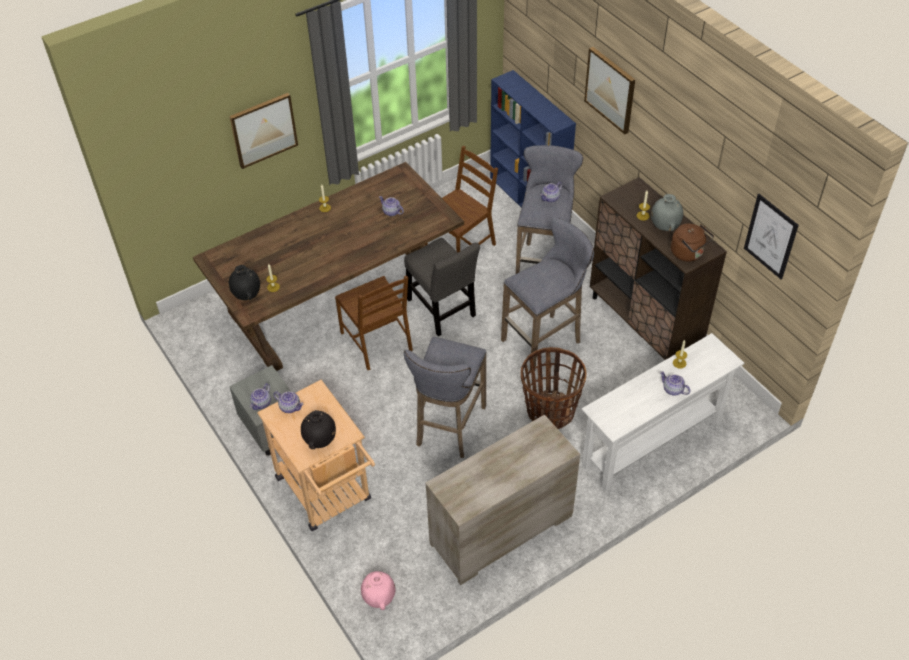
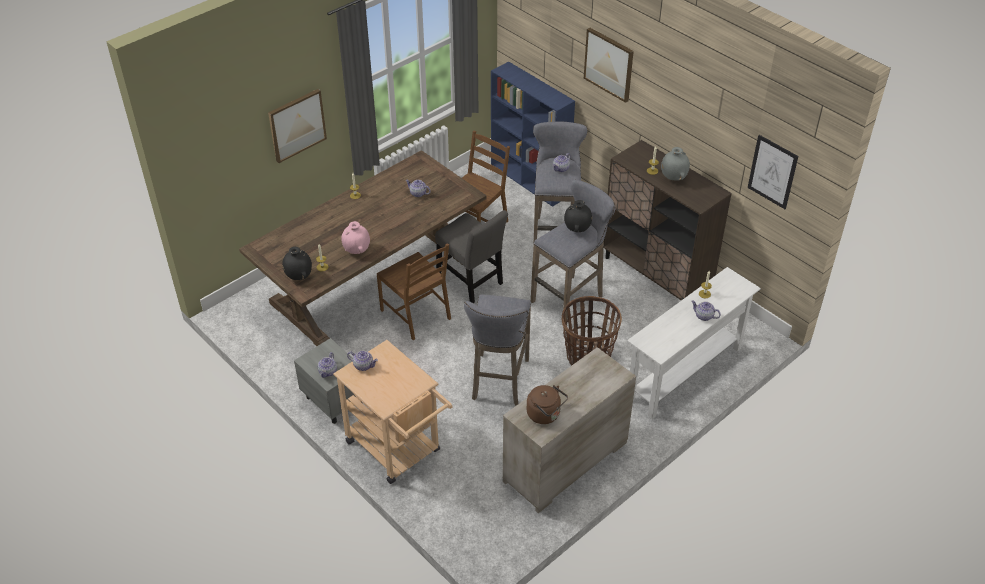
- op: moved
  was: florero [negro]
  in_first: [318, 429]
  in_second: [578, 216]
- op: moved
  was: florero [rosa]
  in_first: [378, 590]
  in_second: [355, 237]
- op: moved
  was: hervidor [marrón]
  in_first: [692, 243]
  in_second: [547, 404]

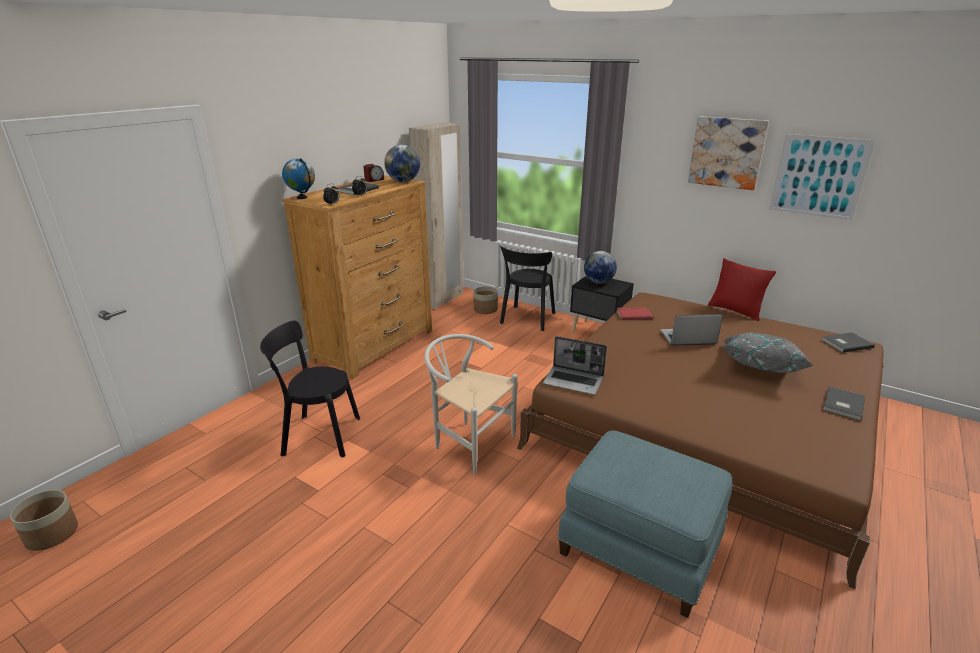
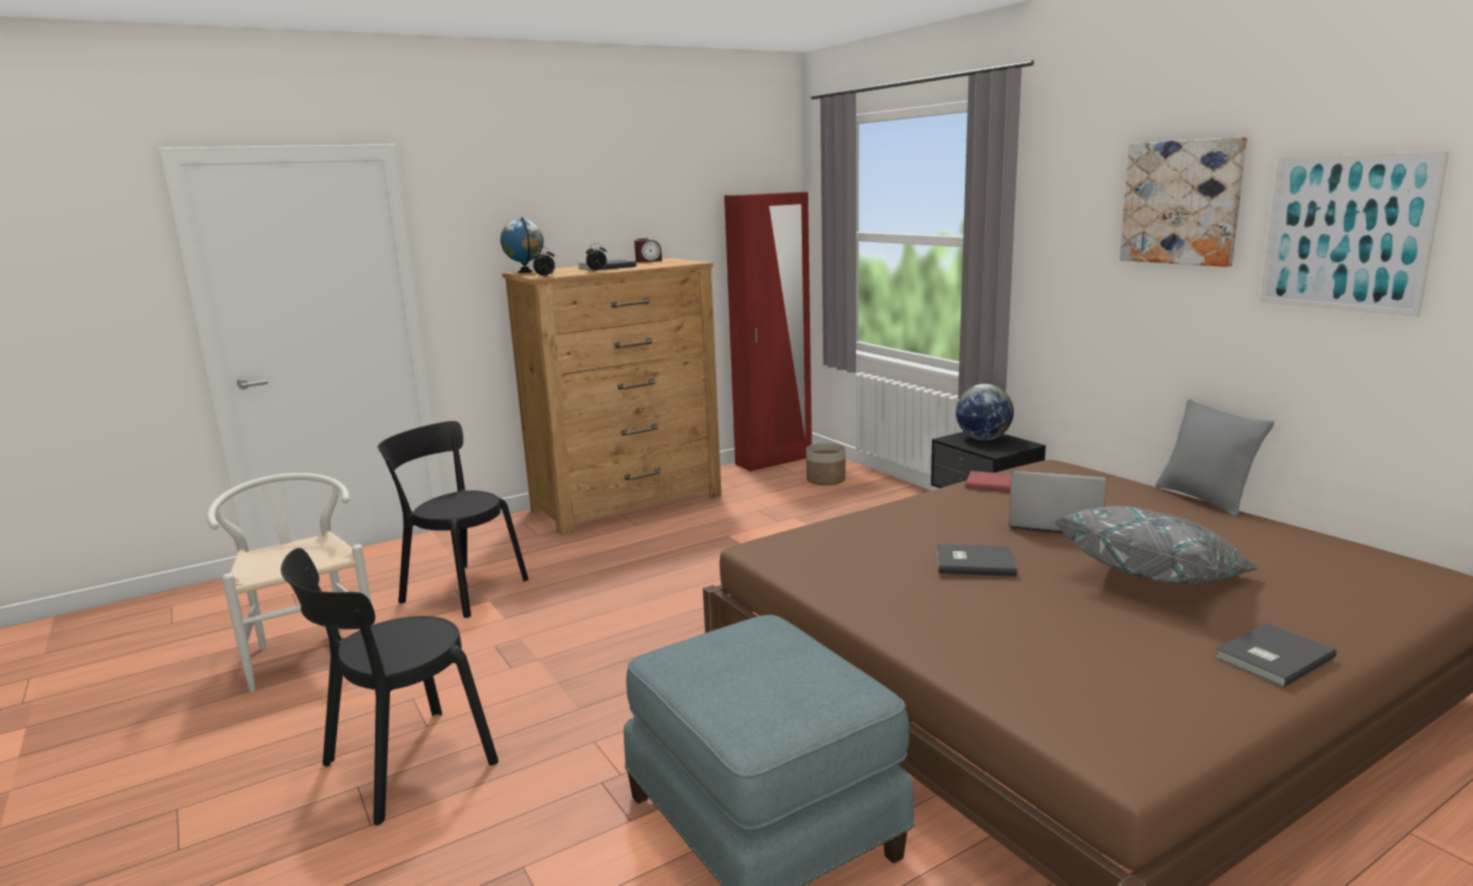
- op: removed
  was: maceta
  in_first: [44, 520]
- op: removed
  was: globo terráqueo
  in_first: [402, 163]
- op: removed
  was: portátil
  in_first: [575, 365]
- op: moved
  was: silla [blanco]
  in_first: [470, 404]
  in_second: [291, 582]
- op: moved
  was: silla [negro]
  in_first: [527, 288]
  in_second: [389, 687]
- op: moved
  was: libro [gris]
  in_first: [848, 342]
  in_second: [977, 560]
- op: recoloured
  was: armario ropero [beis]
  now: armario ropero [rojo]
  in_first: [436, 216]
  in_second: [768, 332]
- op: recoloured
  was: cojín [rojo]
  now: cojín [gris]
  in_first: [742, 289]
  in_second: [1214, 458]

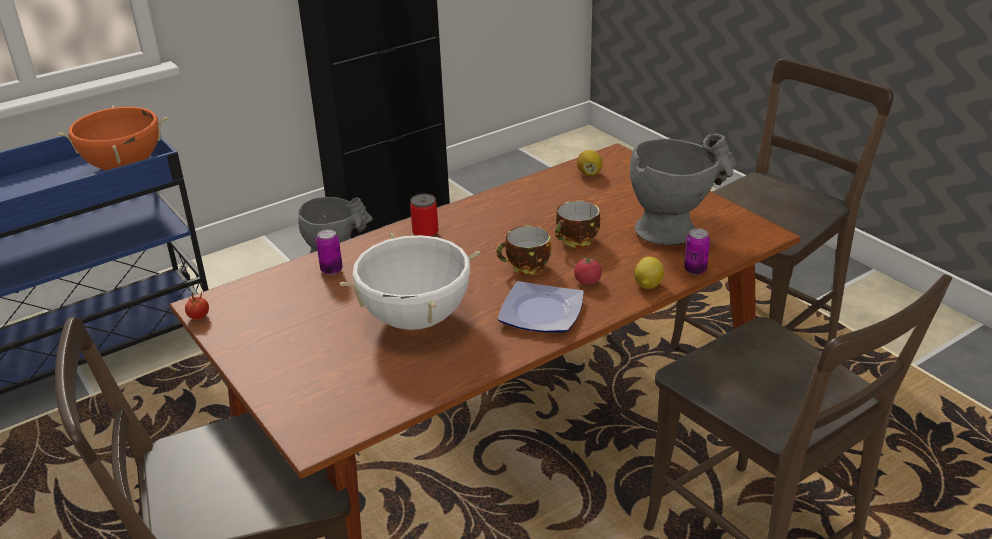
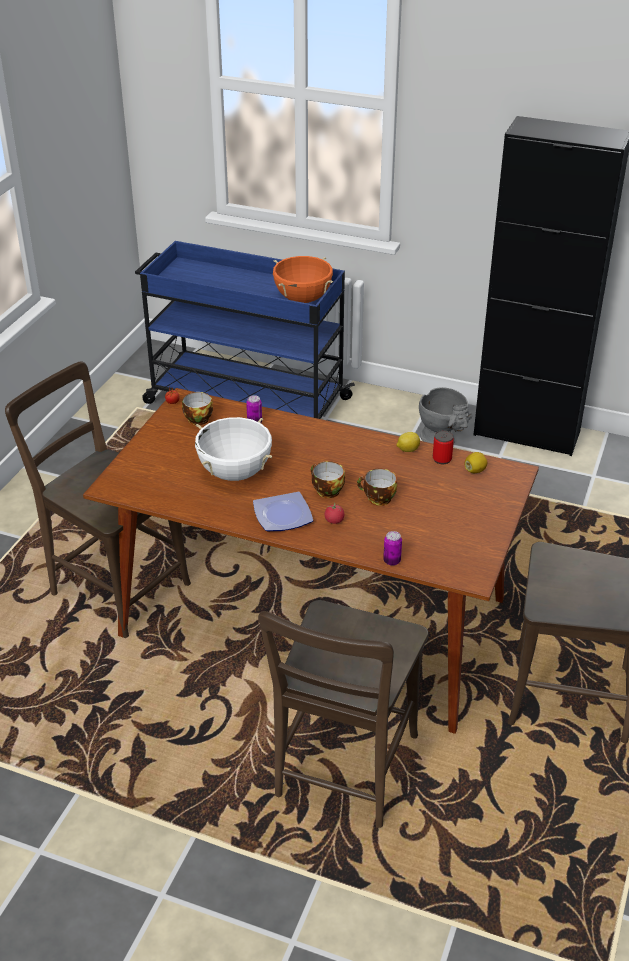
- op: removed
  was: florero [gris]
  in_first: [683, 189]
- op: added
  now: taza
  in_second: [197, 408]
- op: moved
  was: lata
  in_first: [424, 215]
  in_second: [443, 447]
- op: moved
  was: limón
  in_first: [649, 273]
  in_second: [408, 442]

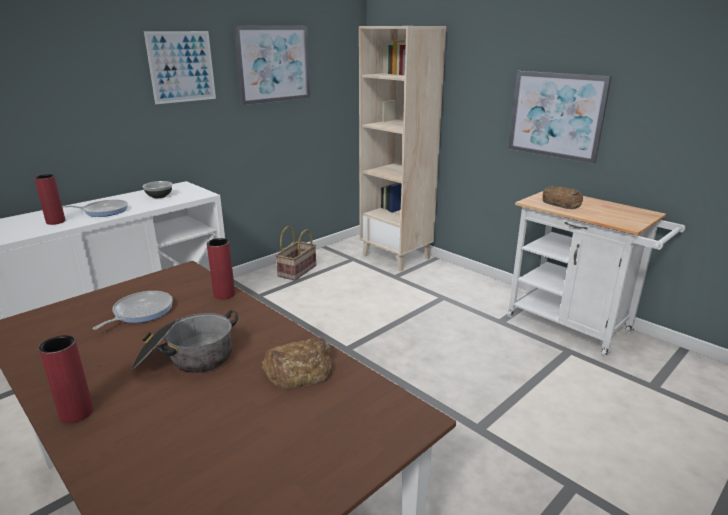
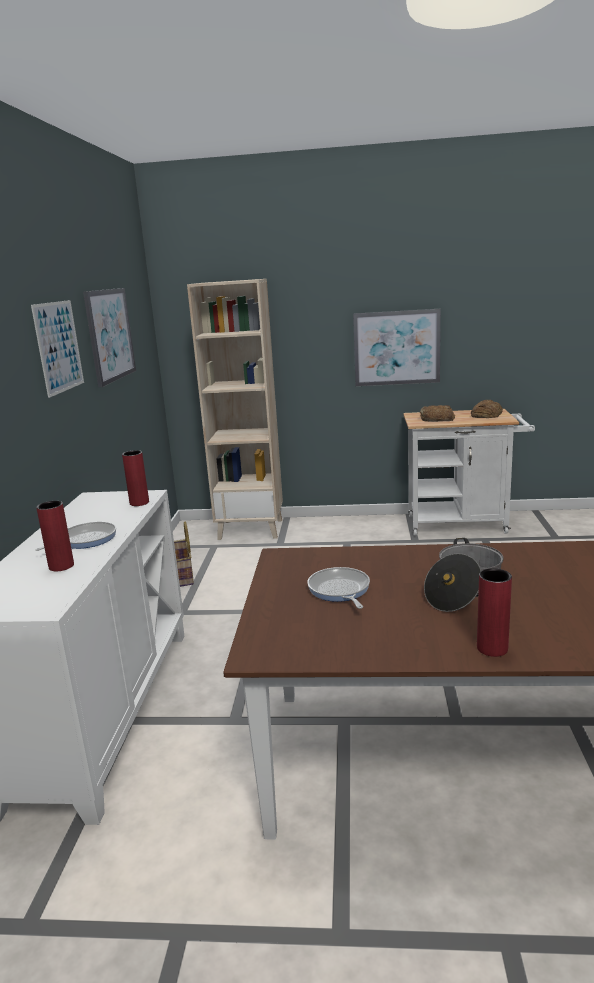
- op: removed
  was: cuenco
  in_first: [157, 189]
- op: moved
  was: florero [rojo]
  in_first: [221, 268]
  in_second: [135, 478]
- op: moved
  was: pan
  in_first: [297, 364]
  in_second: [487, 409]

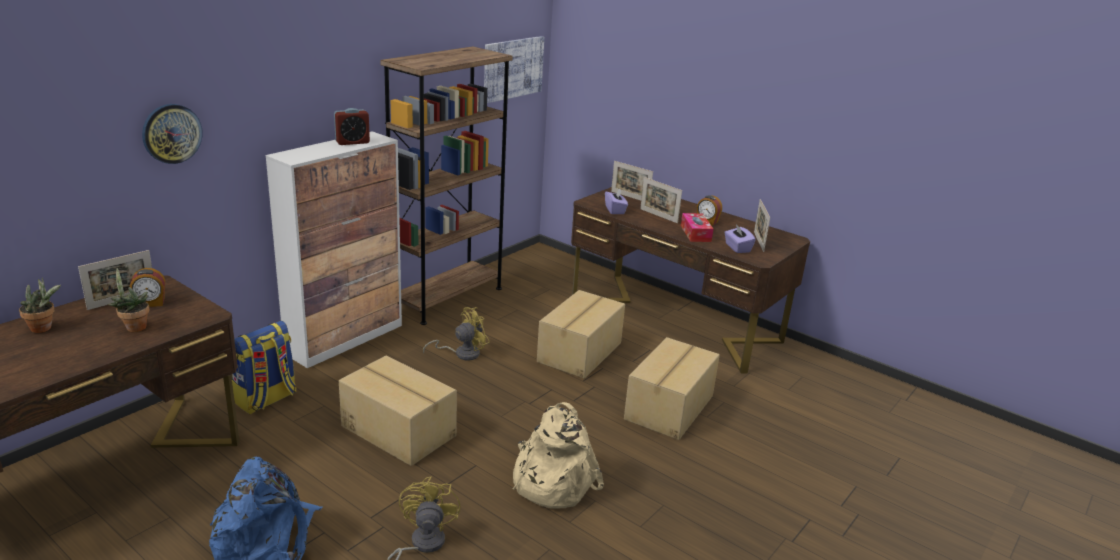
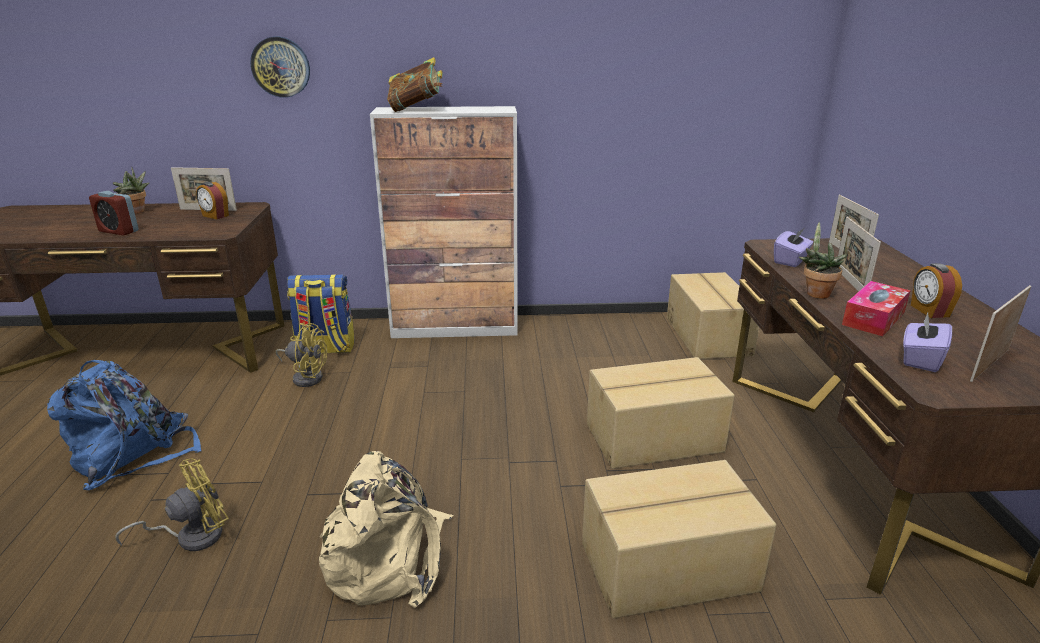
- op: removed
  was: estantería [marrón]
  in_first: [446, 185]
- op: removed
  was: cuadro
  in_first: [514, 69]
- op: added
  now: libro
  in_second: [415, 84]
- op: moved
  was: planta en maceta
  in_first: [128, 300]
  in_second: [823, 260]
- op: moved
  was: despertador
  in_first: [352, 126]
  in_second: [114, 213]
- op: moved
  was: caja de cartón
  in_first: [398, 410]
  in_second: [713, 315]
- op: moved
  was: ventilador [amarillo]
  in_first: [456, 334]
  in_second: [301, 355]

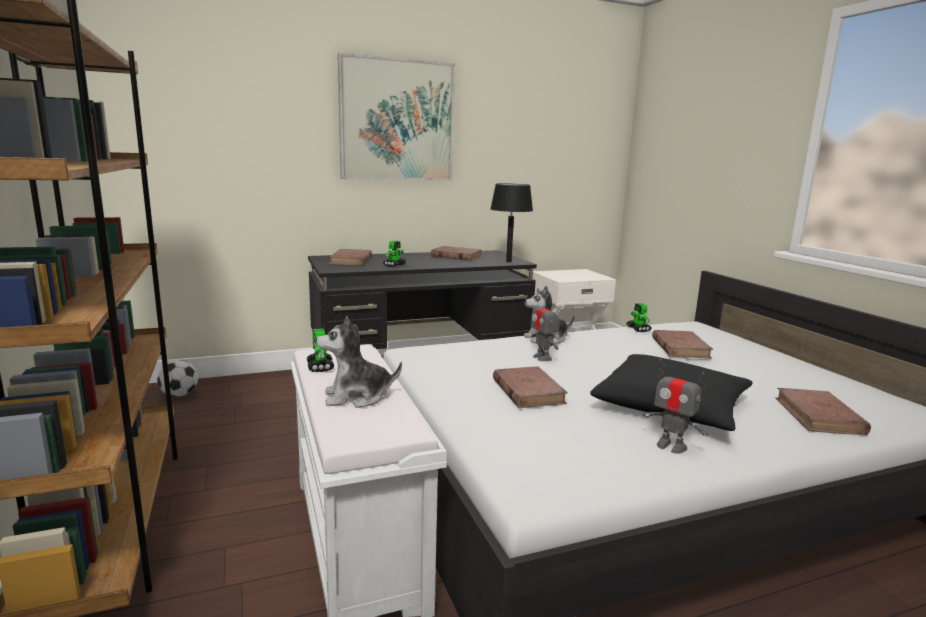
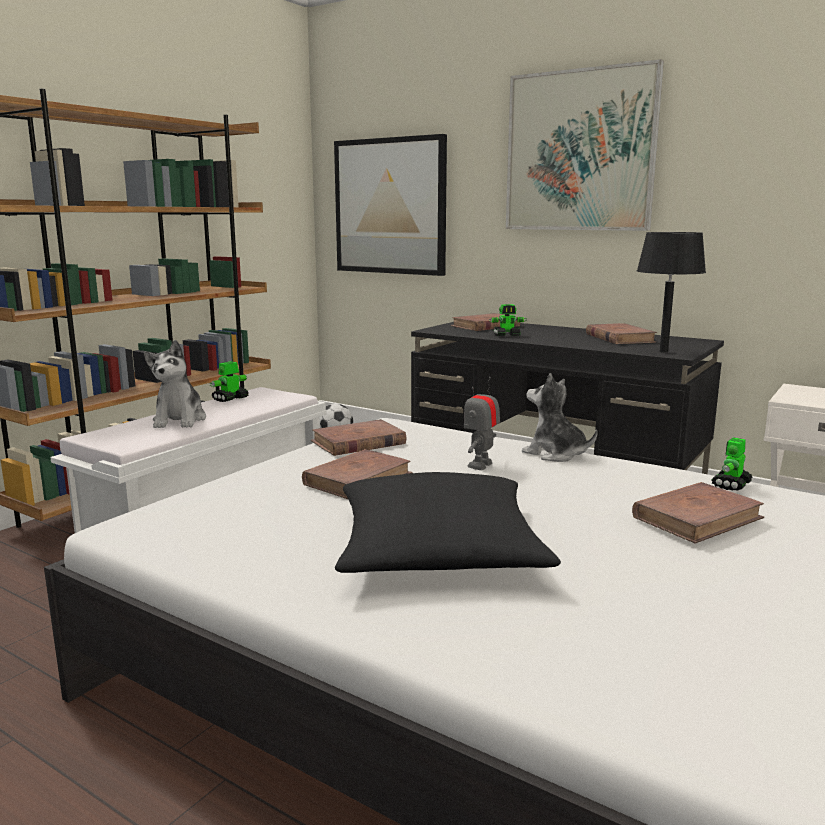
- op: removed
  was: robot de juguete
  in_first: [676, 406]
- op: added
  now: cuadro
  in_second: [390, 205]
- op: moved
  was: libro [marrón]
  in_first: [823, 411]
  in_second: [358, 437]
- op: turned
  was: peluche
  in_first: [359, 362]
  in_second: [175, 384]
  clockwise: -135

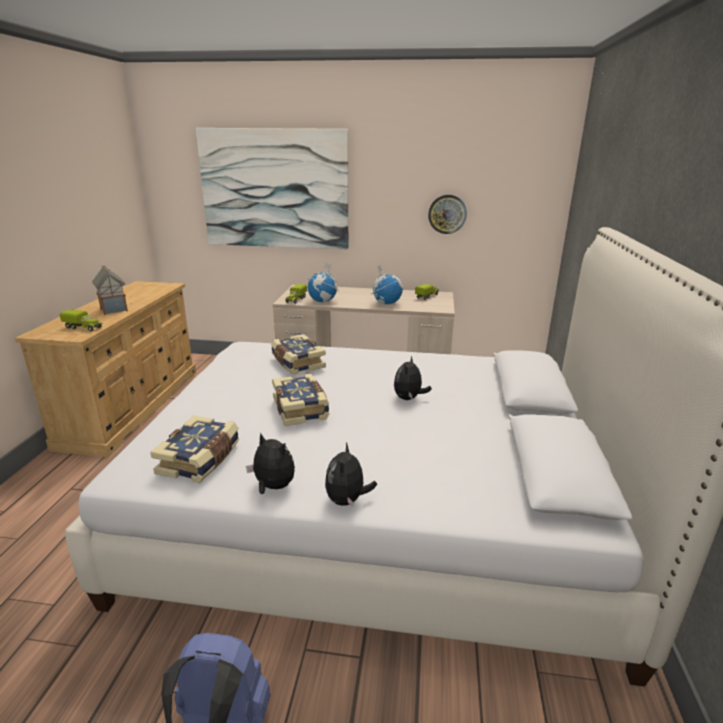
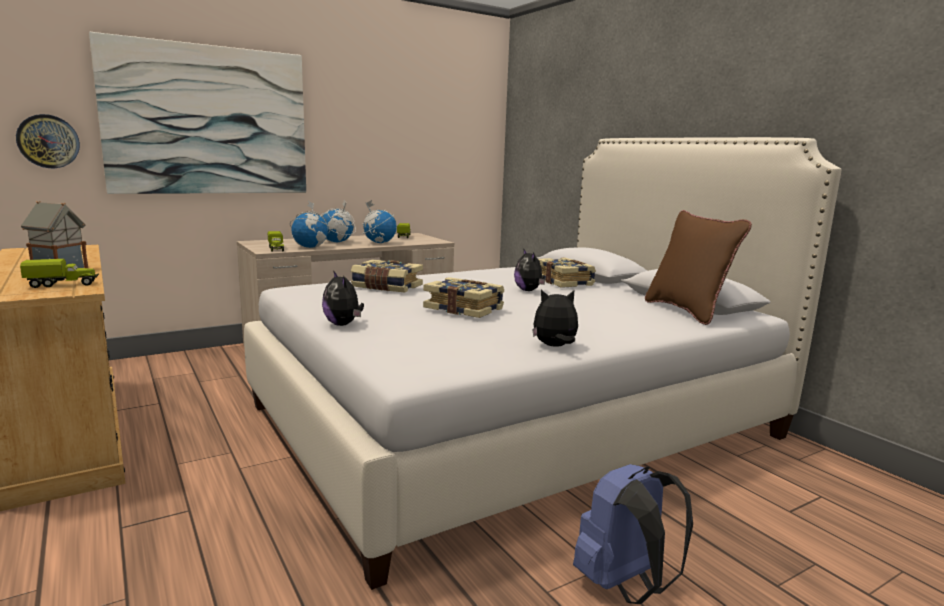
- op: added
  now: globo terráqueo
  in_second: [338, 221]
- op: added
  now: cojín [marrón]
  in_second: [698, 267]
- op: moved
  was: libro
  in_first: [195, 449]
  in_second: [567, 273]
- op: moved
  was: peluche
  in_first: [351, 474]
  in_second: [343, 298]
- op: moved
  was: reloj de pared
  in_first: [447, 214]
  in_second: [48, 141]

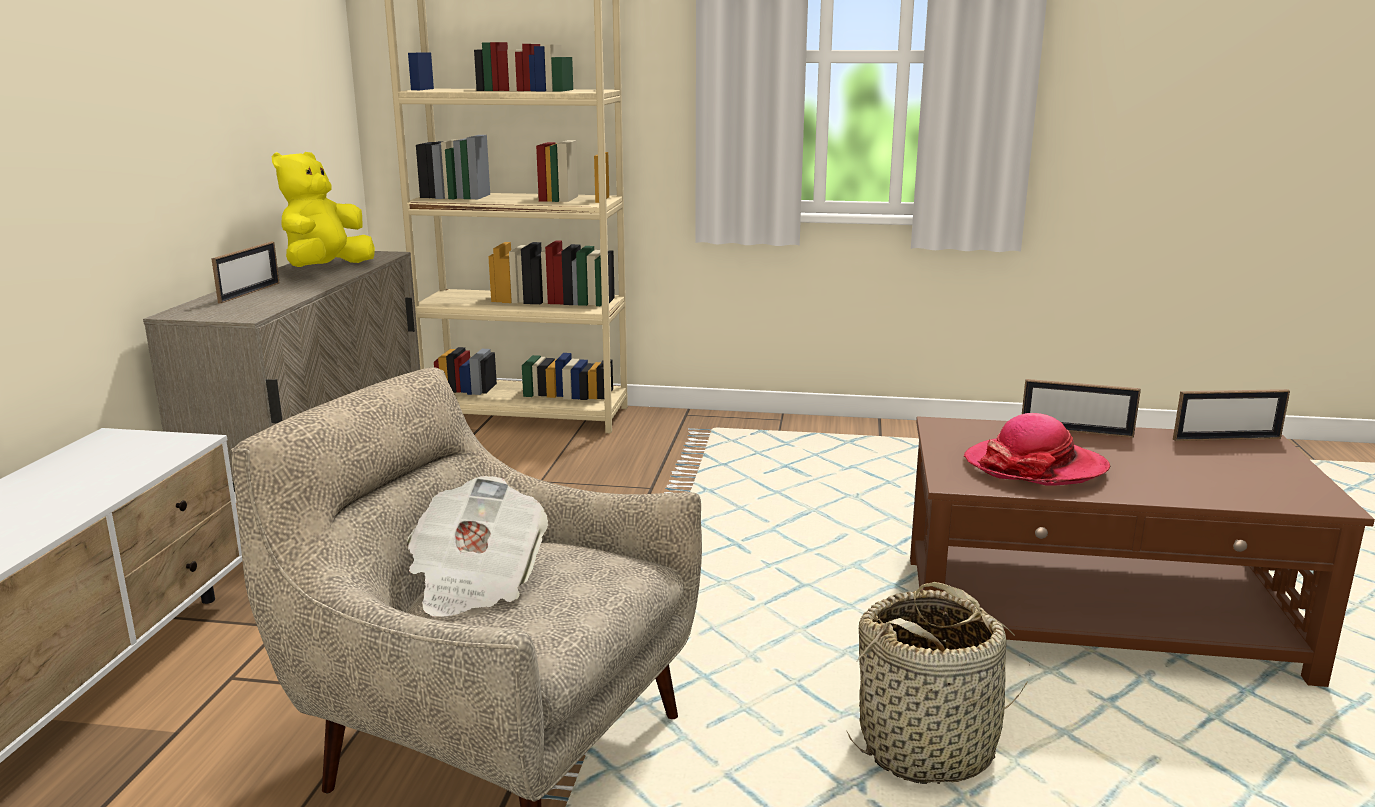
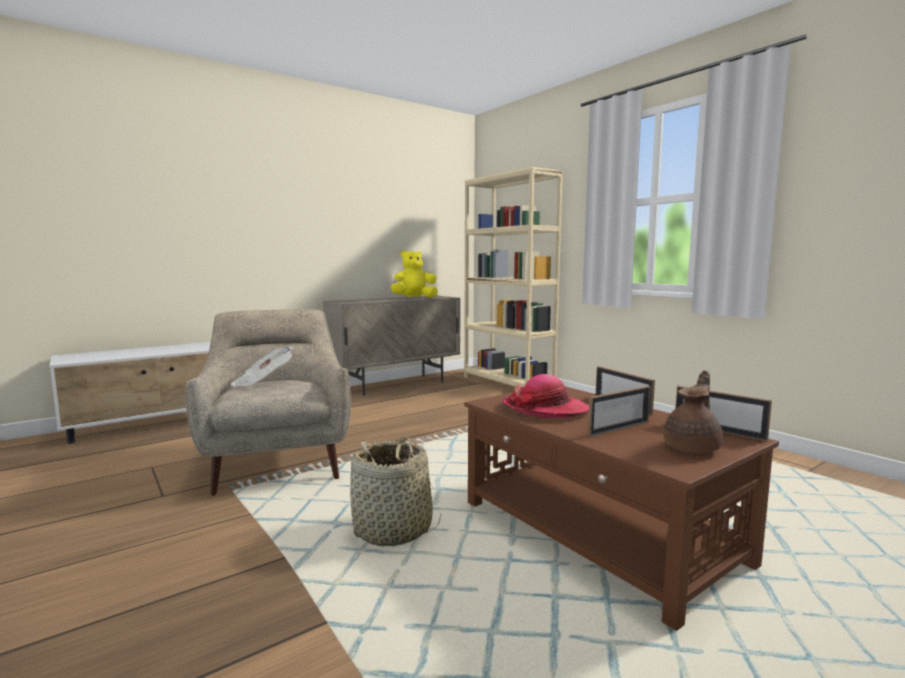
- op: added
  now: tetera [marrón]
  in_second: [693, 411]
- op: moved
  was: portarretratos
  in_first: [245, 273]
  in_second: [619, 411]

